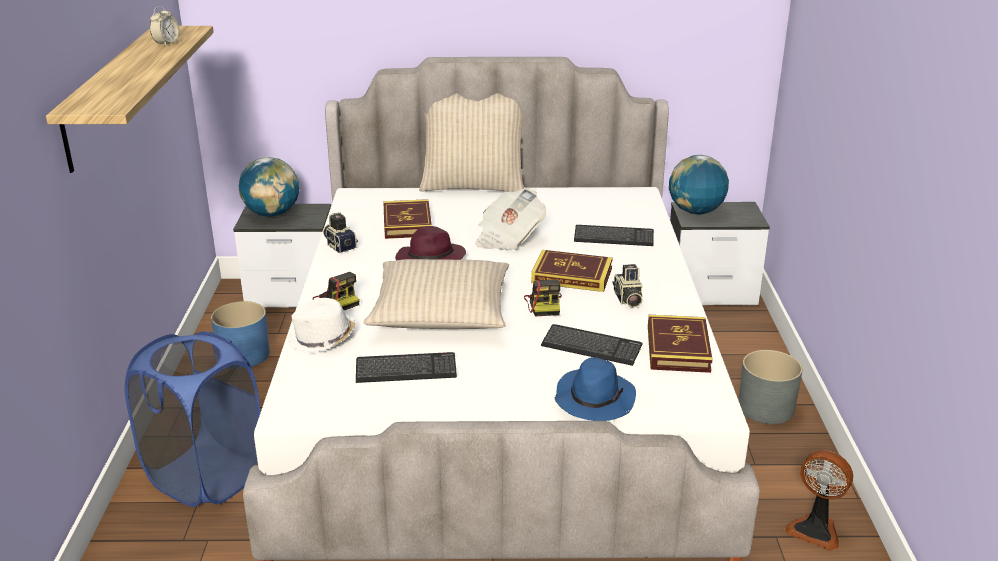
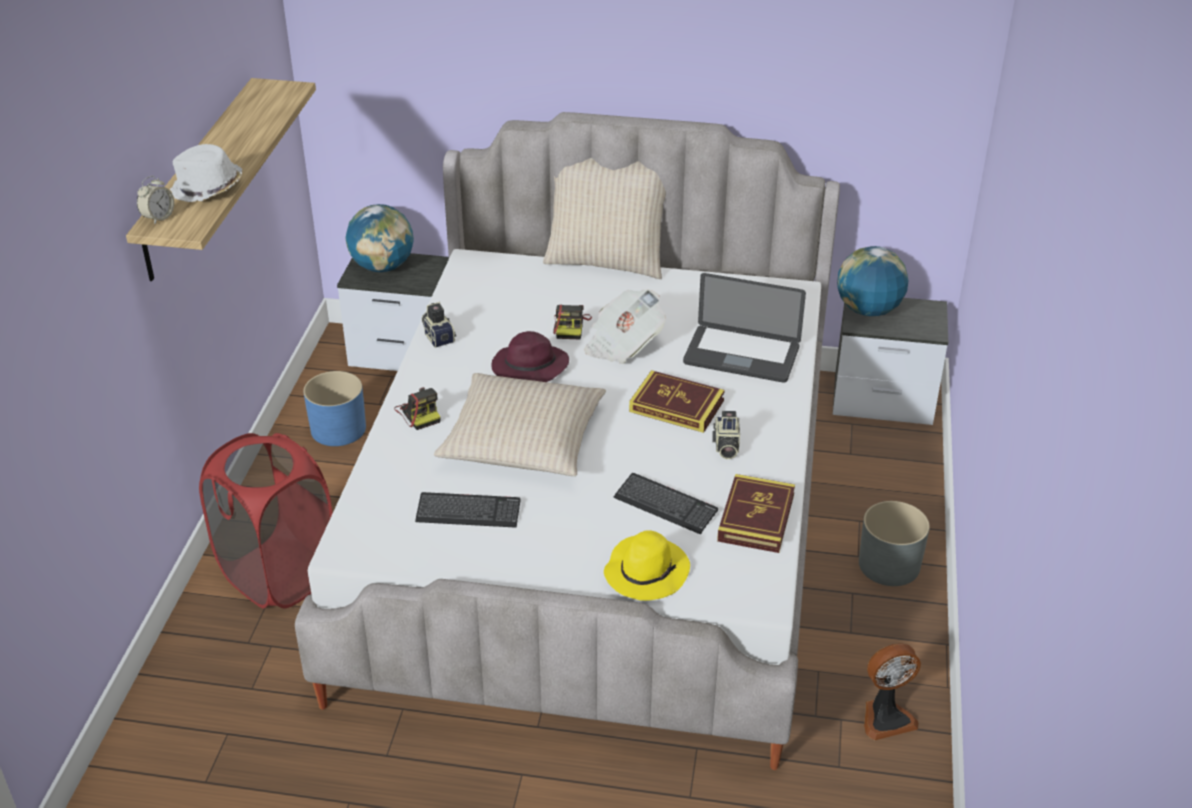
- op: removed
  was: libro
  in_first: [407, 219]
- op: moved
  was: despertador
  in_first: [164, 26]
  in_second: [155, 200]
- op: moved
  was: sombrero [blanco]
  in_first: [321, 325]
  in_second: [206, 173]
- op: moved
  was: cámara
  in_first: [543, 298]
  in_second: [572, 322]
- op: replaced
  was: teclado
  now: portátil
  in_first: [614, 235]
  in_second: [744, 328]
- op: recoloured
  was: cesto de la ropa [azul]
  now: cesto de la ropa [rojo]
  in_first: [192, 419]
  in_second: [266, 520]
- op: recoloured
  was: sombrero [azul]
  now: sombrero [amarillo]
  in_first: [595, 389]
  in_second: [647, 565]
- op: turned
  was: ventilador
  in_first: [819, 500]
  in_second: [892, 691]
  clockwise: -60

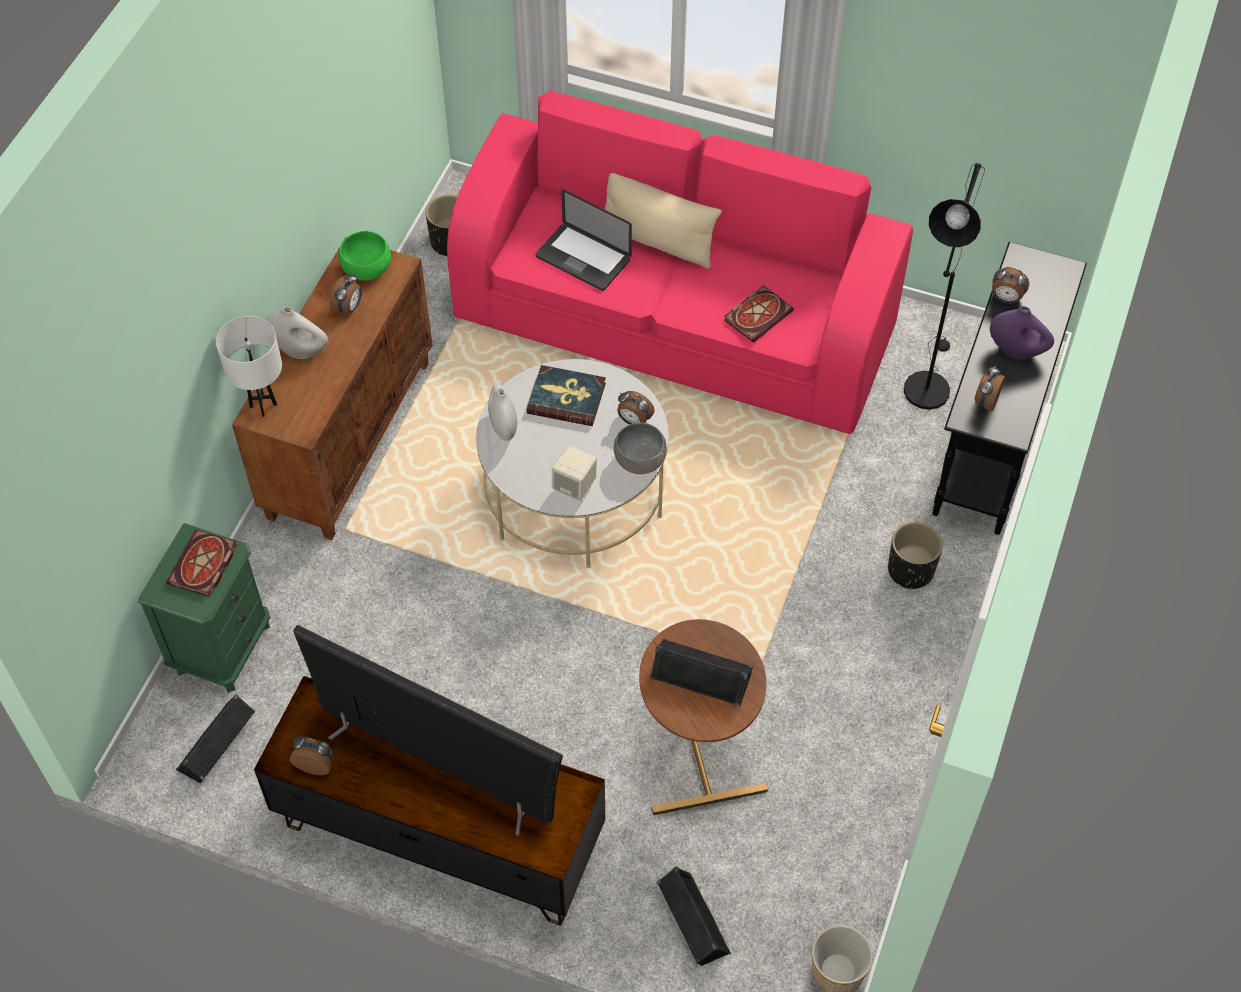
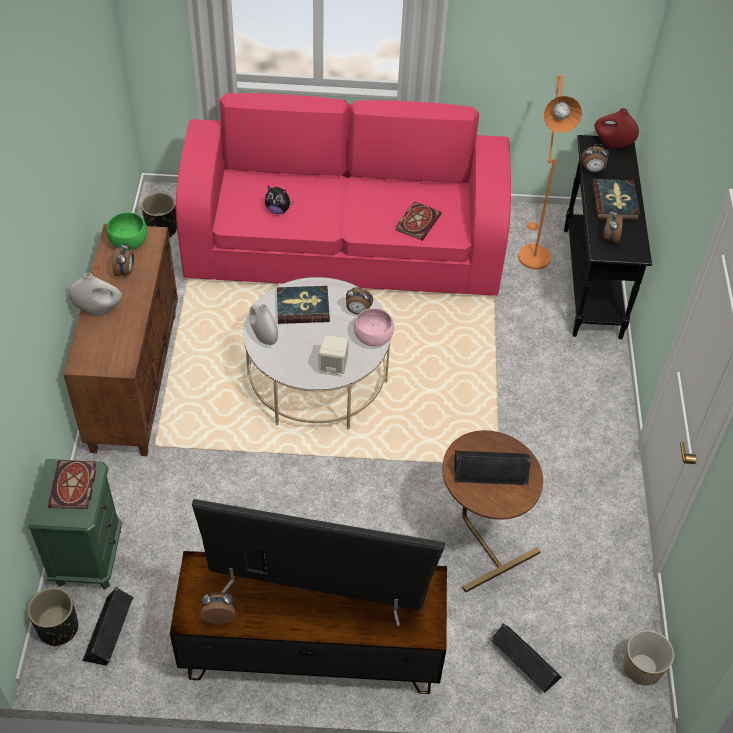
- op: removed
  was: lámpara de mesa [blanco]
  in_first: [249, 366]
- op: removed
  was: cojín [beis]
  in_first: [663, 221]
- op: added
  now: florero [rojo]
  in_second: [616, 128]
- op: moved
  was: maceta [negro]
  in_first: [915, 555]
  in_second: [53, 616]
- op: replaced
  was: portátil
  now: peluche
  in_first: [584, 240]
  in_second: [279, 200]
- op: replaced
  was: florero [morado]
  now: libro
  in_first: [1022, 332]
  in_second: [616, 199]
- op: recoloured
  was: cuenco [gris]
  now: cuenco [rosa]
  in_first: [640, 448]
  in_second: [374, 327]
- op: recoloured
  was: lámpara de pie [negro]
  now: lámpara de pie [naranja]
  in_first: [944, 286]
  in_second: [550, 172]

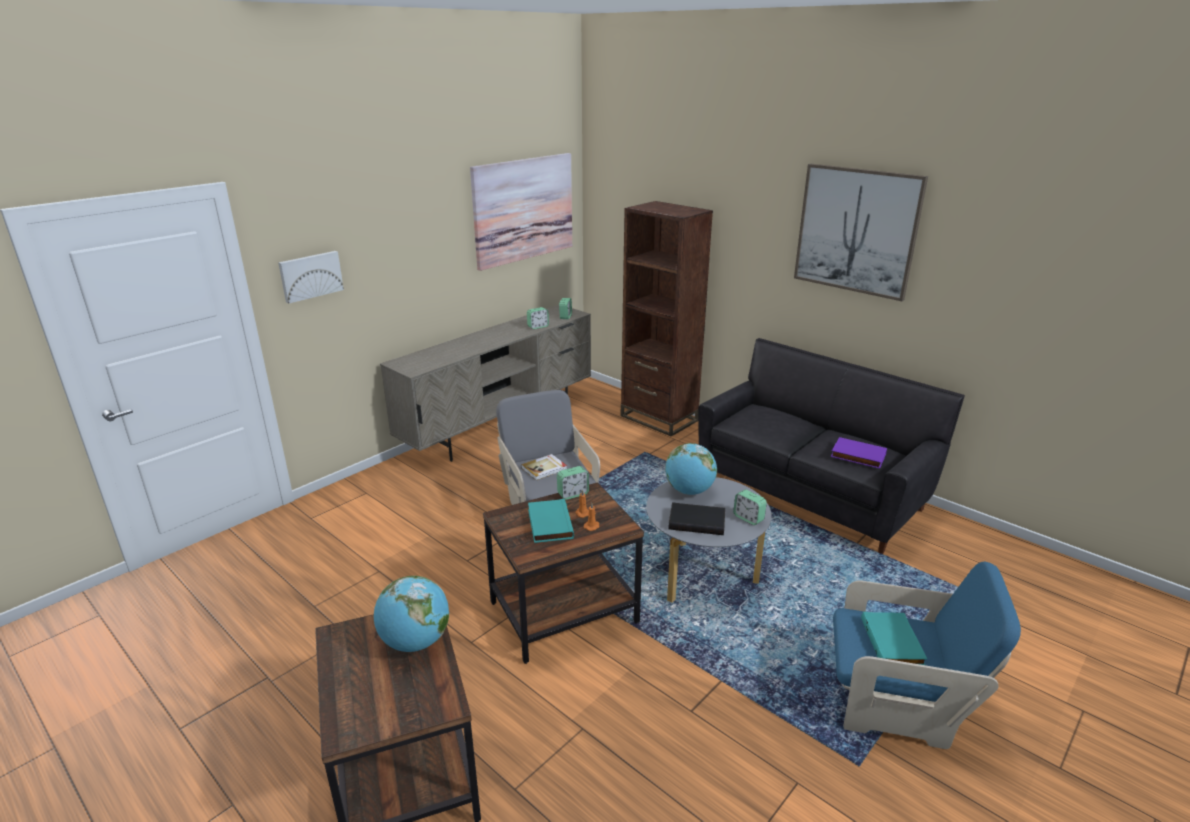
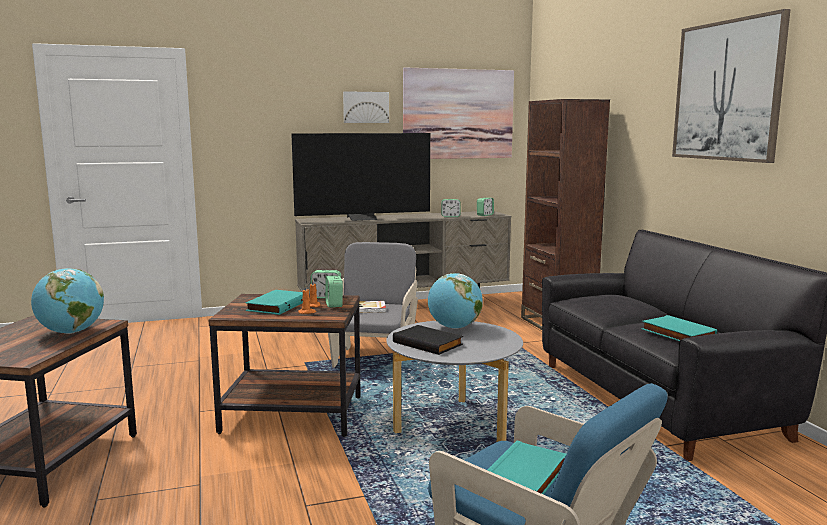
- op: added
  now: televisor
  in_second: [360, 177]
- op: moved
  was: cuadro
  in_first: [311, 277]
  in_second: [366, 107]
- op: moved
  was: despertador
  in_first: [750, 507]
  in_second: [334, 292]
- op: recoloured
  was: libro [morado]
  now: libro [turquesa]
  in_first: [859, 453]
  in_second: [679, 328]

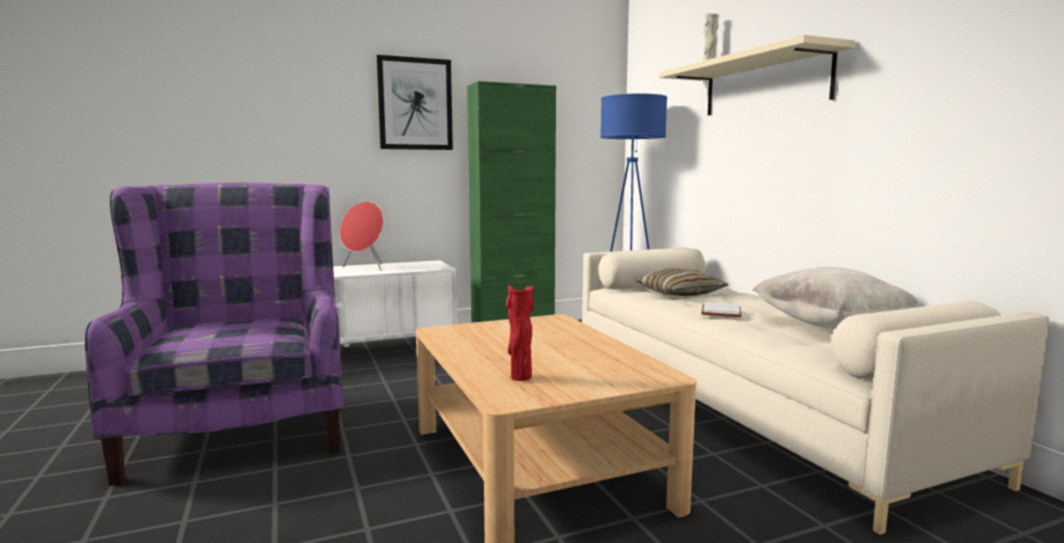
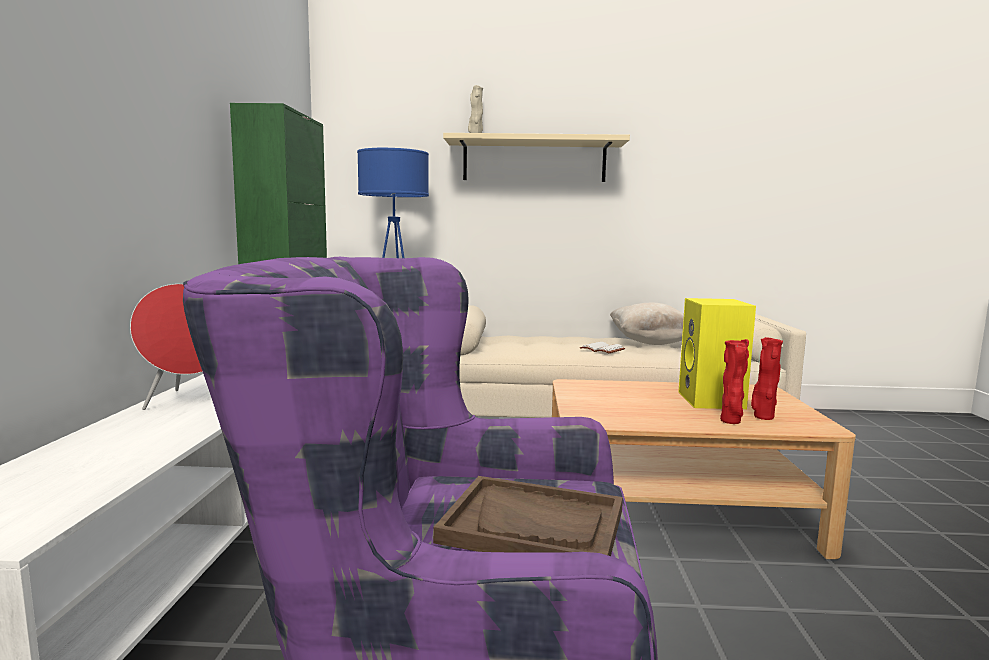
- op: removed
  was: cuadro
  in_first: [415, 102]
- op: removed
  was: cojín
  in_first: [682, 282]
- op: added
  now: bandeja [marrón]
  in_second: [528, 516]
- op: added
  now: altavoz [amarillo]
  in_second: [717, 353]
- op: added
  now: florero [rojo]
  in_second: [734, 381]

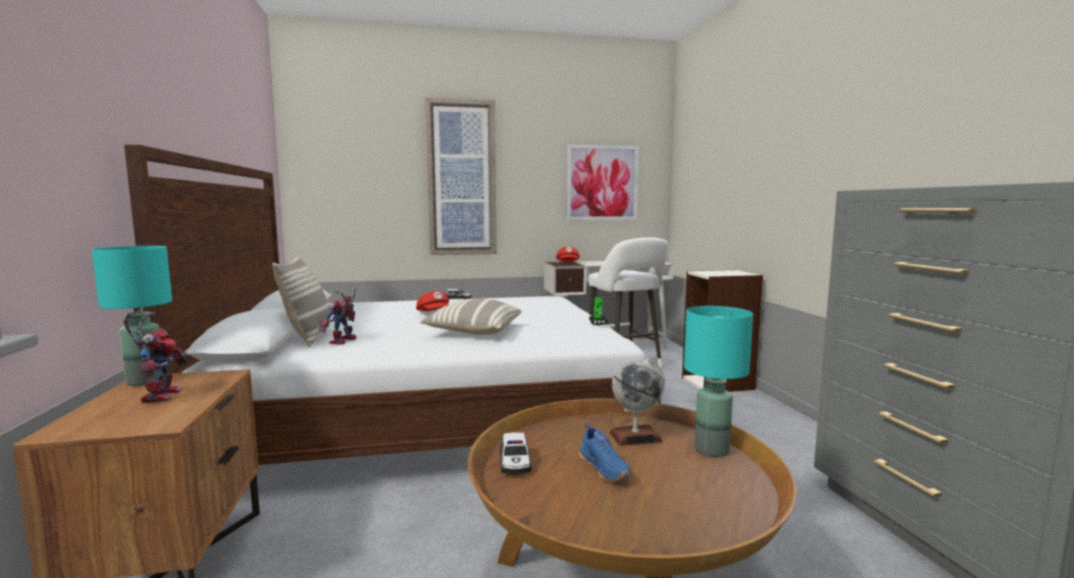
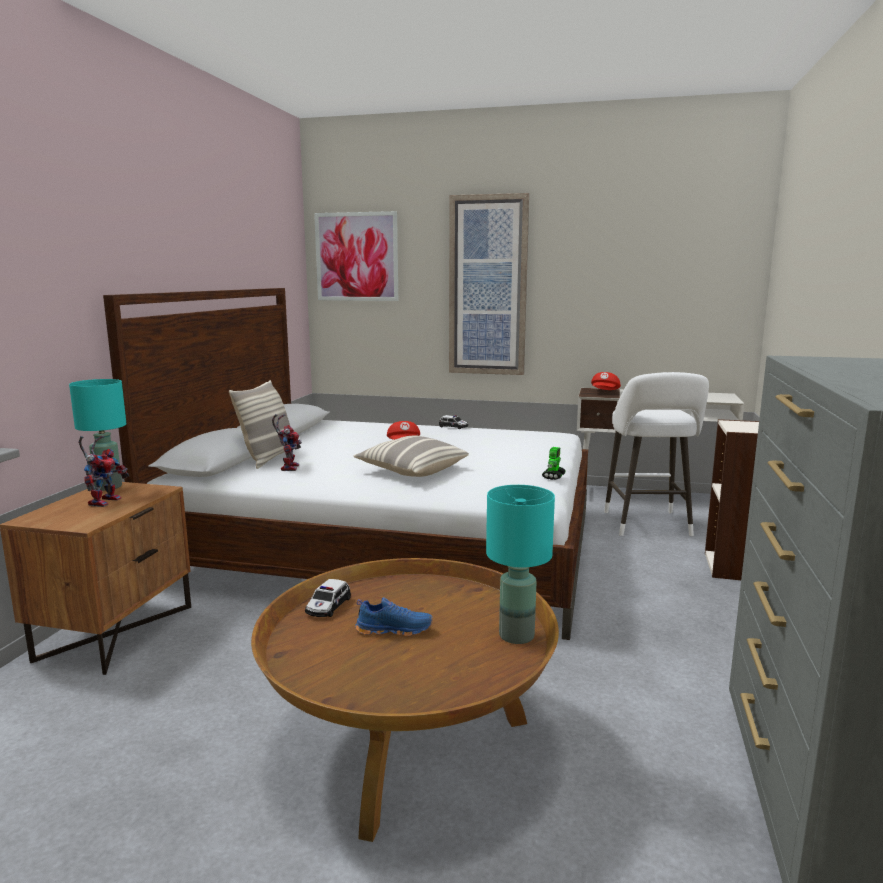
- op: removed
  was: globo terráqueo
  in_first: [637, 402]
- op: moved
  was: cuadro
  in_first: [603, 182]
  in_second: [356, 256]
- op: turned
  was: robot de juguete
  in_first: [337, 314]
  in_second: [287, 442]
  clockwise: 135
- op: turned
  was: zapato [azul]
  in_first: [605, 452]
  in_second: [394, 617]
  clockwise: -90

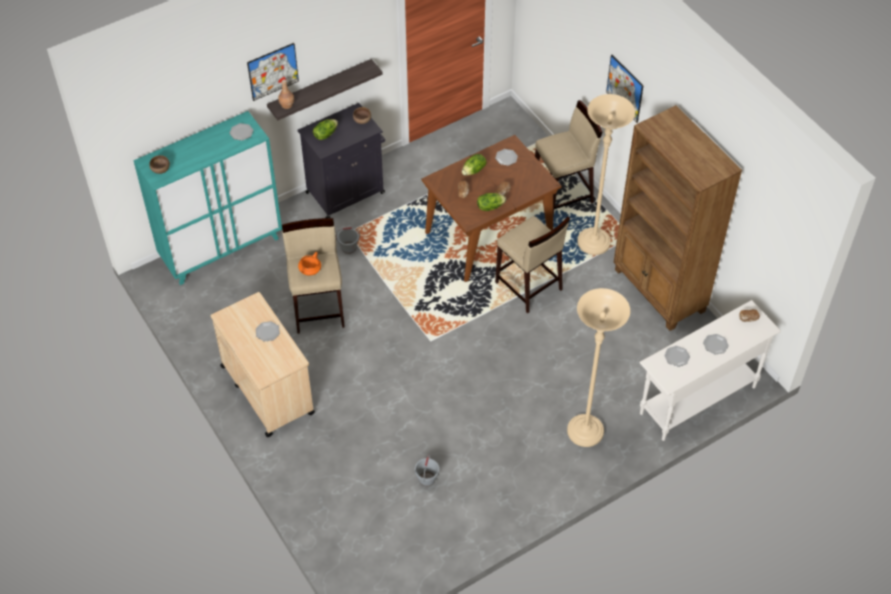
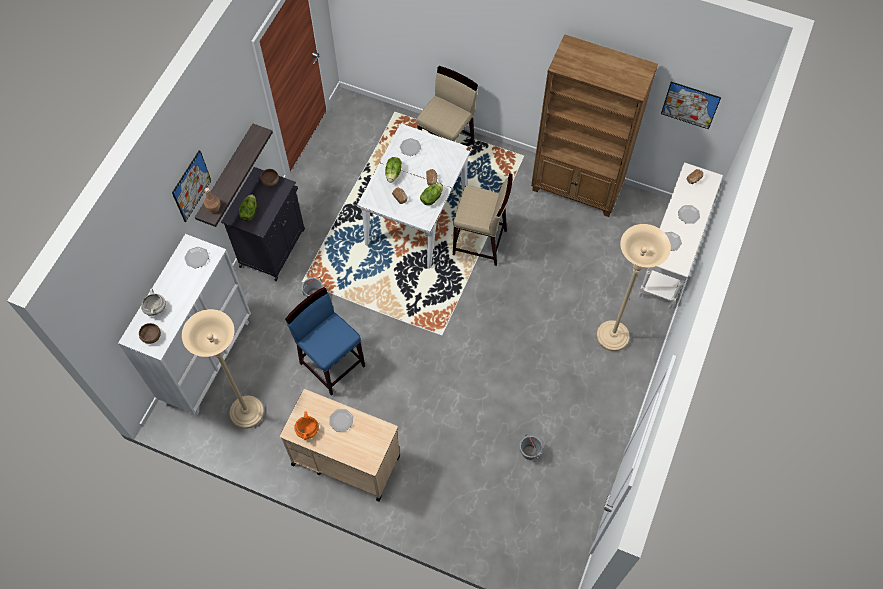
- op: added
  now: olla [blanco]
  in_second: [153, 302]
- op: moved
  was: olla [naranja]
  in_first: [309, 264]
  in_second: [306, 426]
- op: moved
  was: lámpara de pie [beis]
  in_first: [606, 174]
  in_second: [223, 369]
- op: moved
  was: cuadro
  in_first: [625, 89]
  in_second: [691, 105]
- op: recoloured
  was: armario [turquesa]
  now: armario [blanco]
  in_first: [207, 198]
  in_second: [184, 324]
- op: recoloured
  was: taburete [beis]
  now: taburete [azul]
  in_first: [313, 276]
  in_second: [325, 341]
- op: recoloured
  was: mesa de comedor [marrón]
  now: mesa de comedor [blanco]
  in_first: [492, 208]
  in_second: [414, 195]

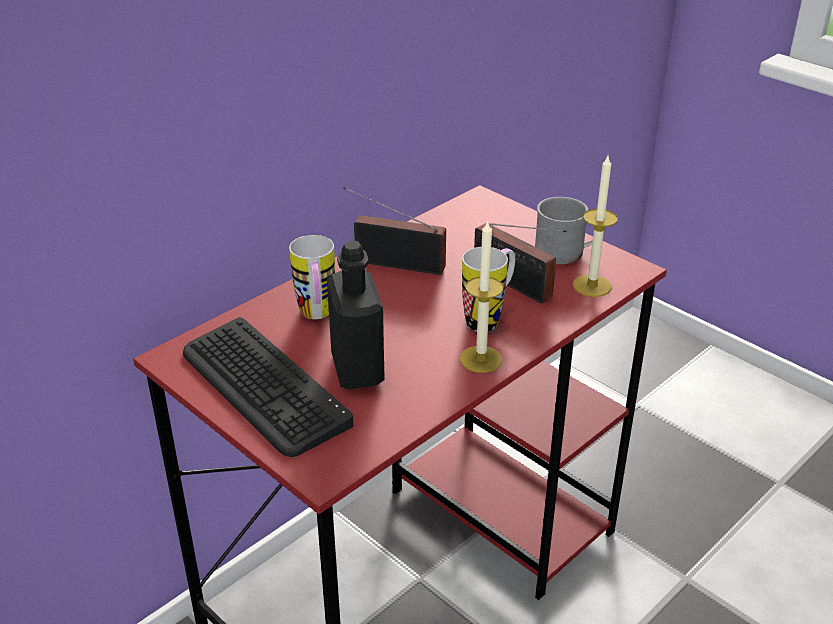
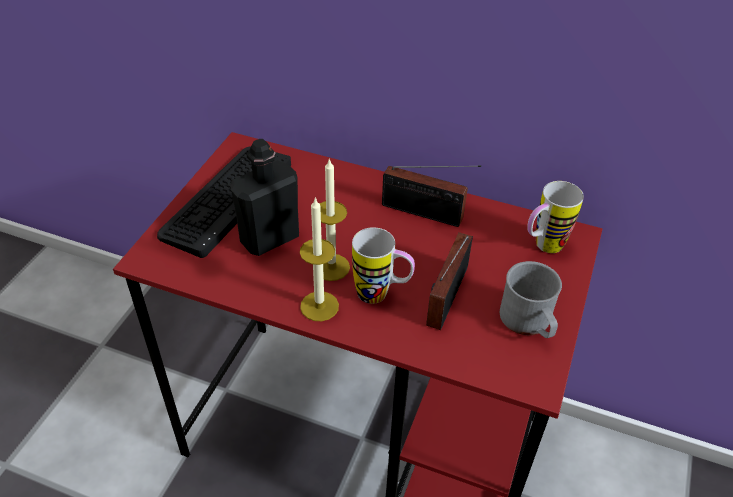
- op: moved
  was: taza grande
  in_first: [312, 277]
  in_second: [555, 217]
- op: moved
  was: vela
  in_first: [595, 226]
  in_second: [334, 219]
- op: turned
  was: radio
  in_first: [394, 231]
  in_second: [431, 196]
  clockwise: 120

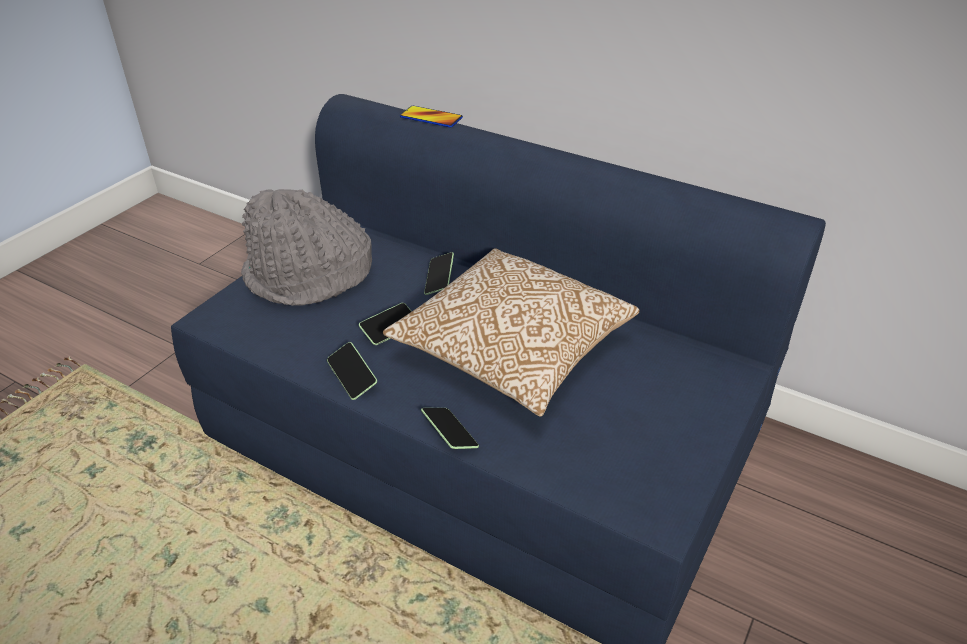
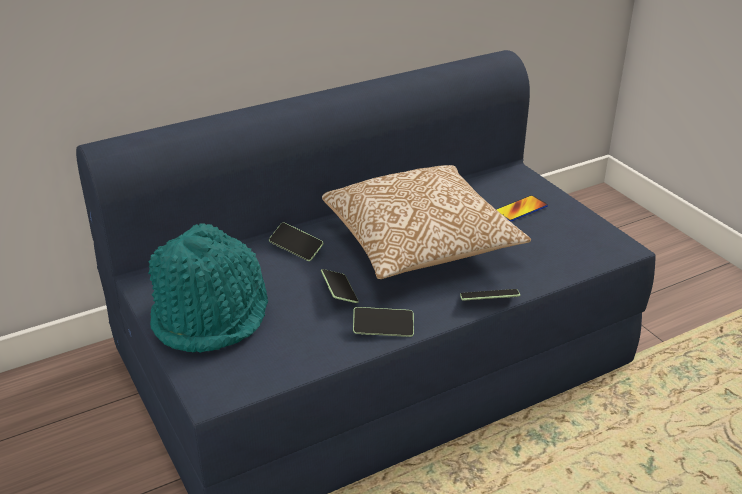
- op: moved
  was: móvil
  in_first: [431, 117]
  in_second: [522, 208]
- op: recoloured
  was: sombrero [gris]
  now: sombrero [turquesa]
  in_first: [306, 247]
  in_second: [208, 288]

